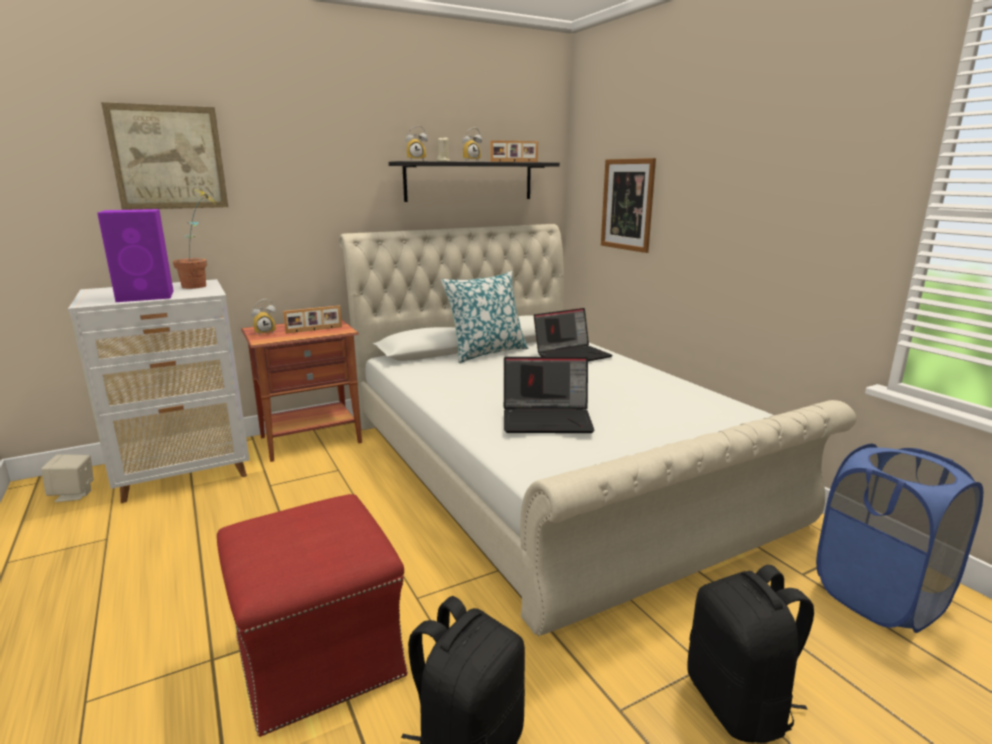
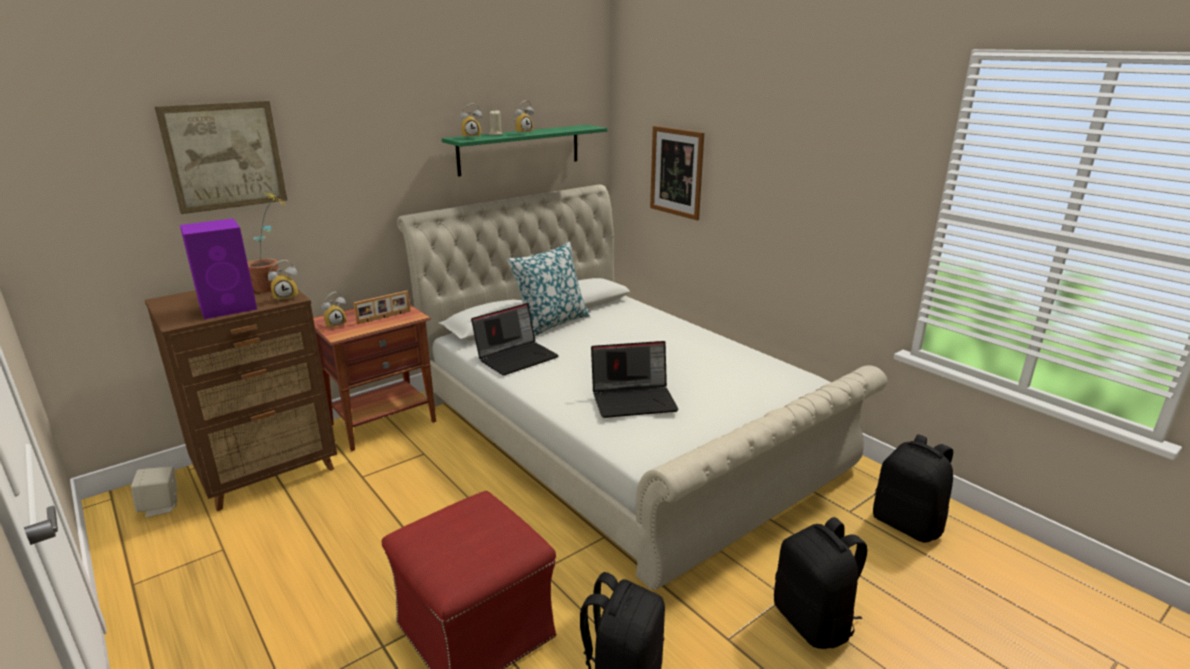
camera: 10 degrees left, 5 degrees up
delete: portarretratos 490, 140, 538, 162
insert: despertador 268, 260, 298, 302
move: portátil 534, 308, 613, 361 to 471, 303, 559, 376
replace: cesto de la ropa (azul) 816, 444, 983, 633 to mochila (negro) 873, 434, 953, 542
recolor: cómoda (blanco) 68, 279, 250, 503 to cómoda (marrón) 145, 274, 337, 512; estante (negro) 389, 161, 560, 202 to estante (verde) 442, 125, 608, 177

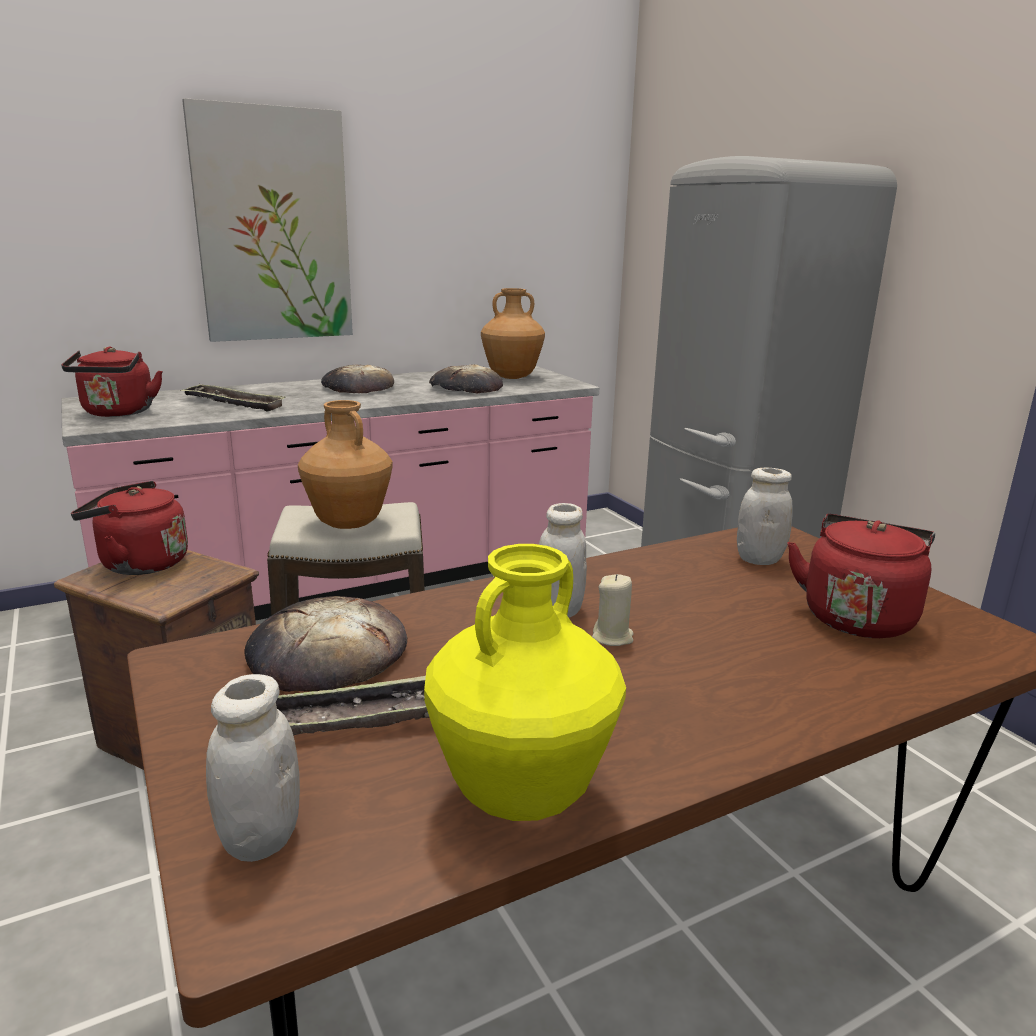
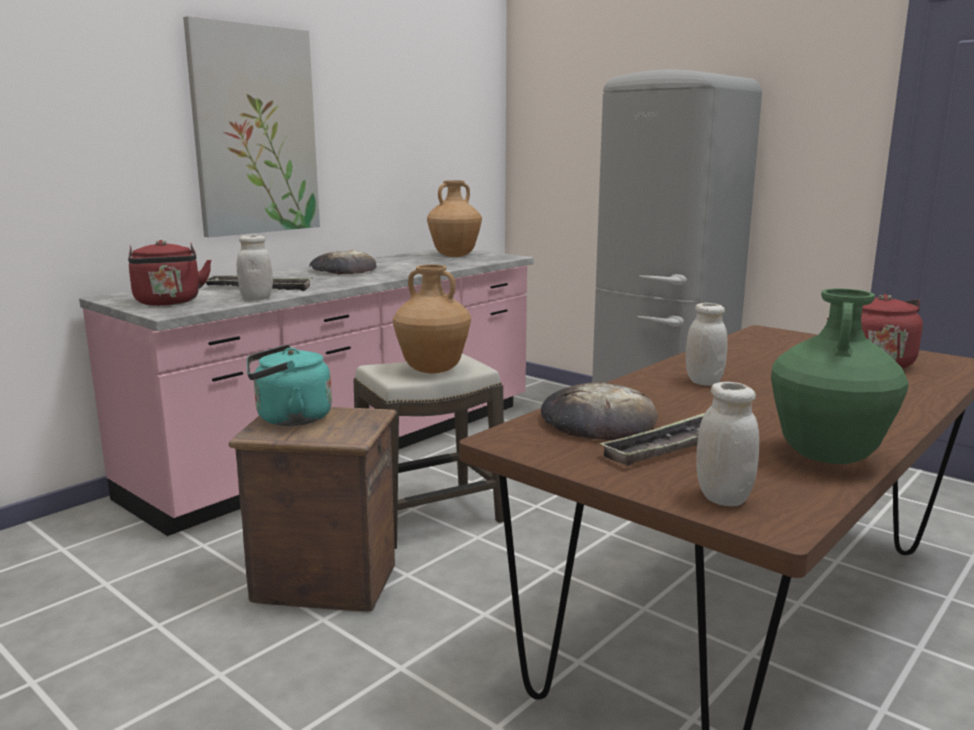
camera: 20 degrees left, 5 degrees down
delete: pan 429, 364, 503, 394; vela (beis) 592, 574, 634, 646
move: tarro (blanco) 737, 467, 793, 565 to 237, 235, 273, 300
recolor: hervidor (rojo) 71, 481, 188, 575 to hervidor (turquesa) 247, 345, 332, 426; florero (amarillo) 424, 544, 626, 821 to florero (verde) 771, 289, 909, 464

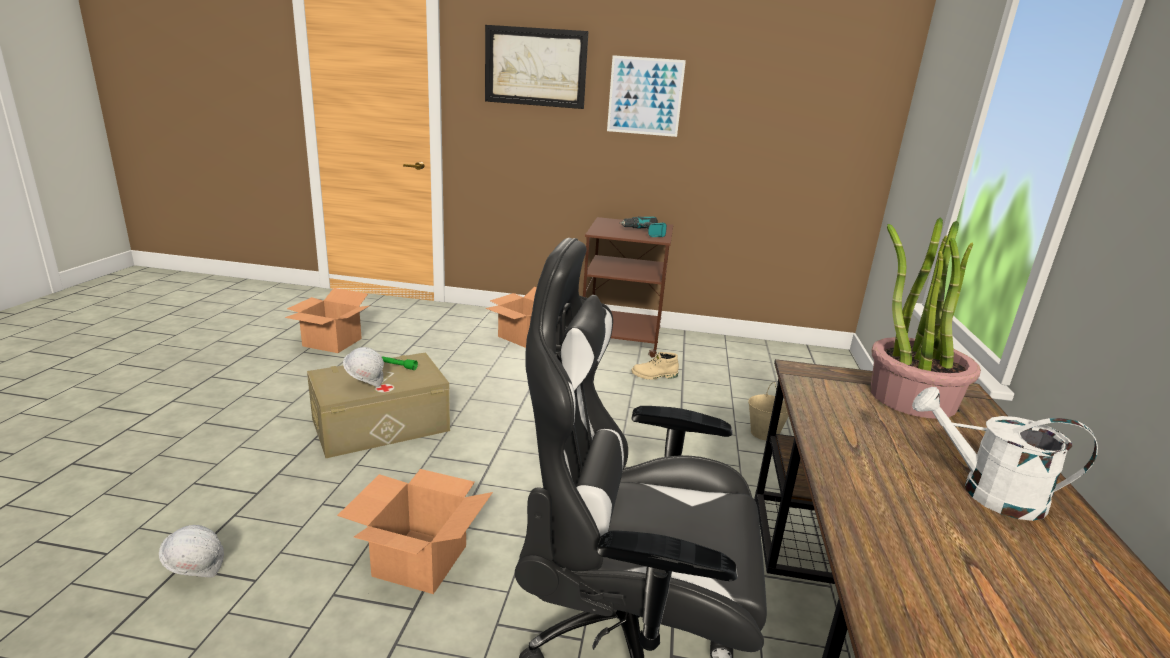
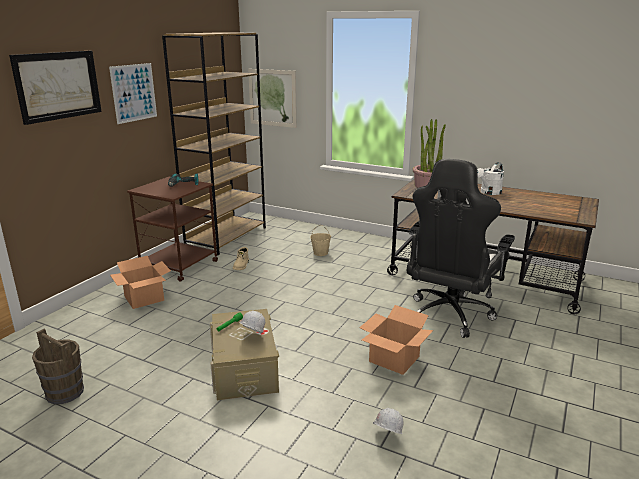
camera: 70 degrees left, 0 degrees up
insert: estantería (marrón) 162, 32, 266, 255; cuadro 248, 69, 297, 128
replace: caja de cartón 285, 288, 369, 353 to cubo (marrón) 32, 328, 84, 404

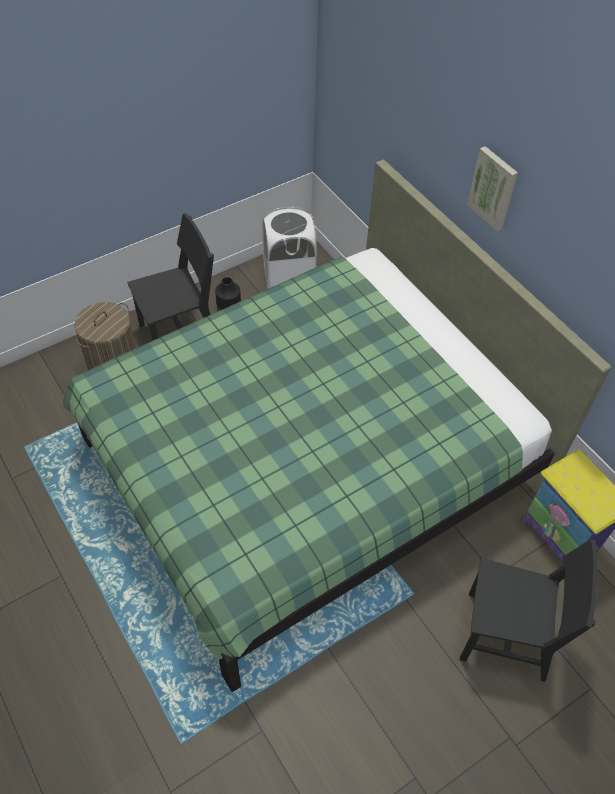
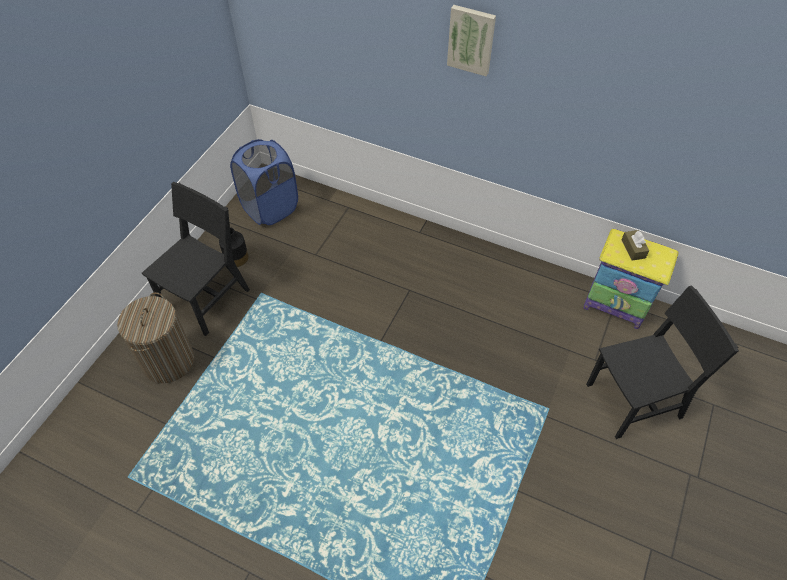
camera: 30 degrees left, 0 degrees up
delete: cama (verde) 62, 159, 611, 692
insert: caja de pañuelos (marrón) 622, 230, 649, 261
recolor: cesto de la ropa (blanco) 262, 207, 317, 289 to cesto de la ropa (azul) 230, 139, 298, 225

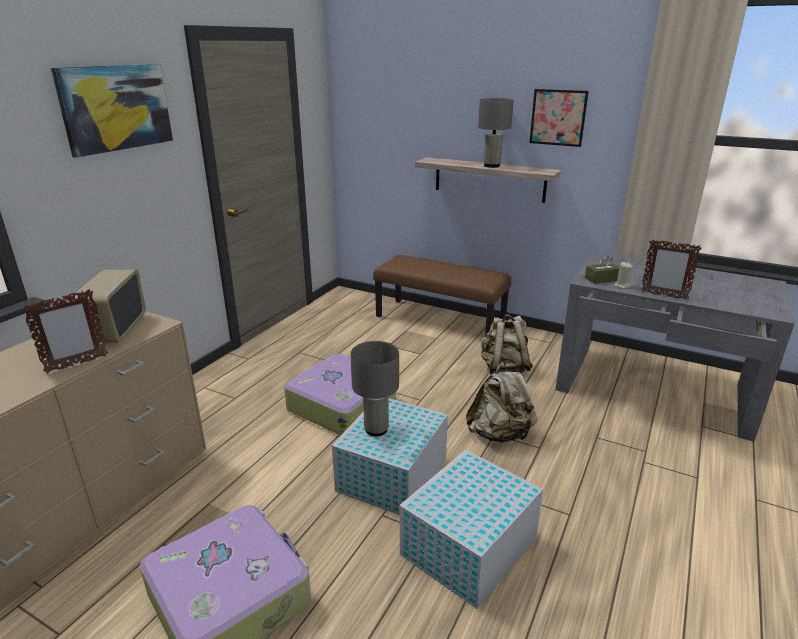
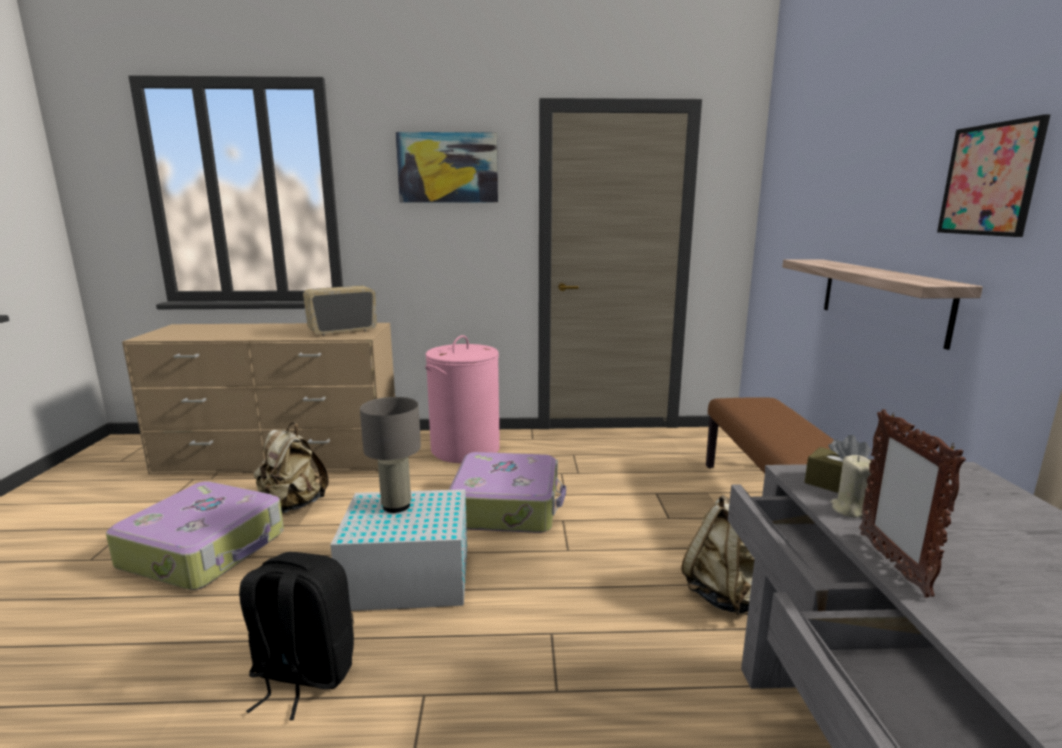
camera: 60 degrees right, 10 degrees down
delete: portarretratos 22, 289, 109, 373; lámpara de mesa (gris) 478, 98, 513, 168
insert: cesto de la ropa (rosa) 425, 335, 500, 463
move: mochila (beis) 466, 362, 537, 442 to 254, 423, 329, 513
replace: caja de almacenaje (blanco) 400, 450, 543, 609 to mochila (negro) 239, 552, 354, 720

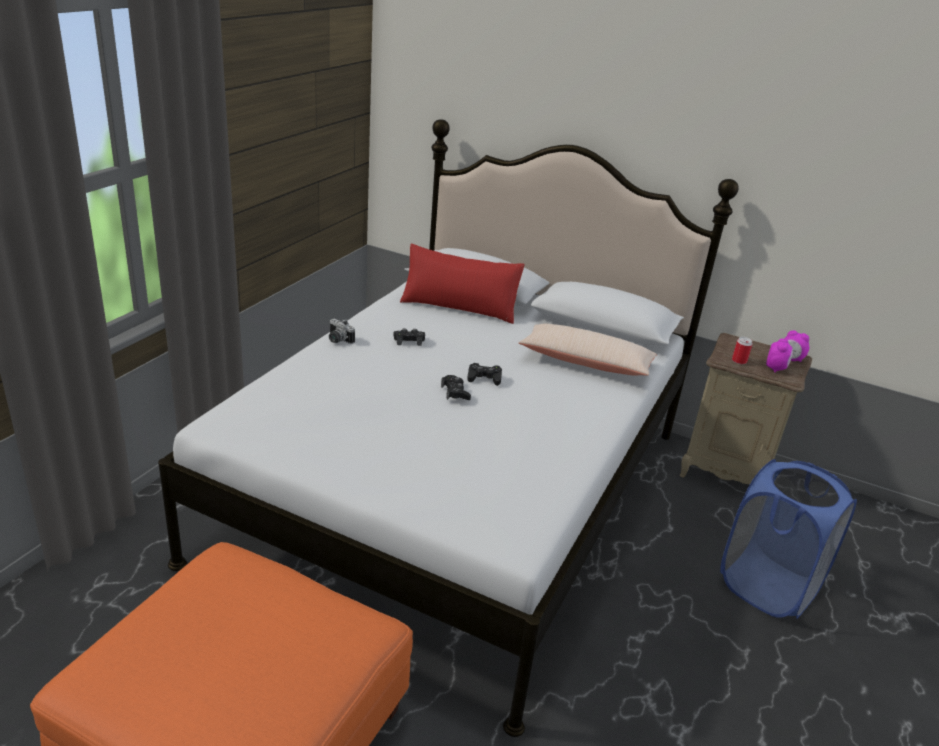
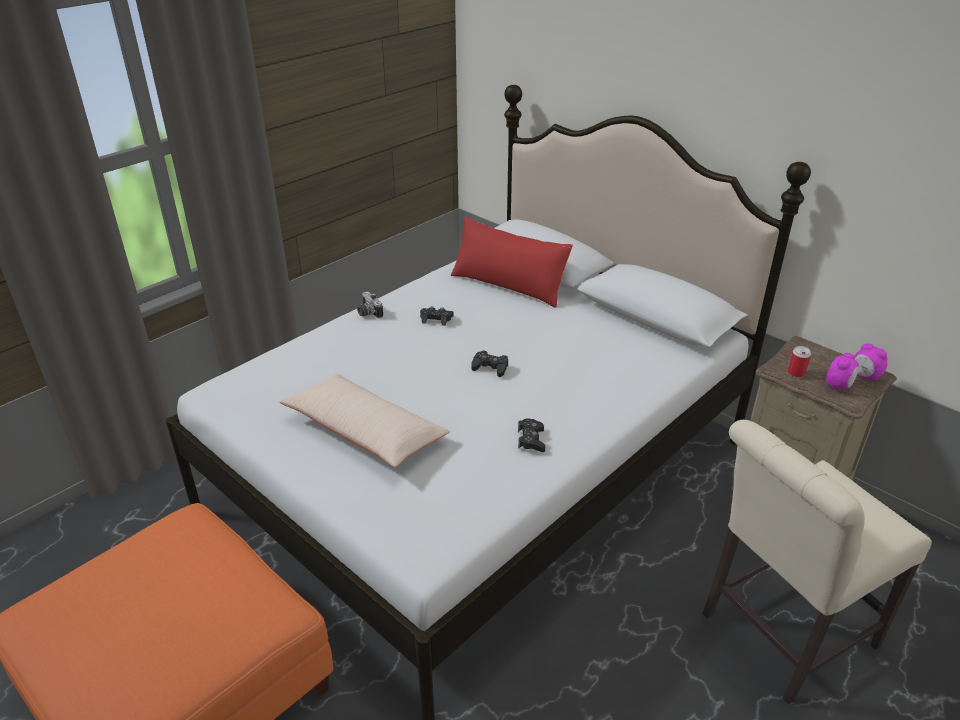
camera: 20 degrees right, 5 degrees up
move: mando de consola (negro) 441, 375, 471, 400 to 518, 418, 545, 452; cojín (beis) 518, 323, 657, 376 to 279, 374, 450, 467
replace: cesto de la ropa (azul) 720, 459, 857, 619 to silla (beis) 702, 420, 932, 704

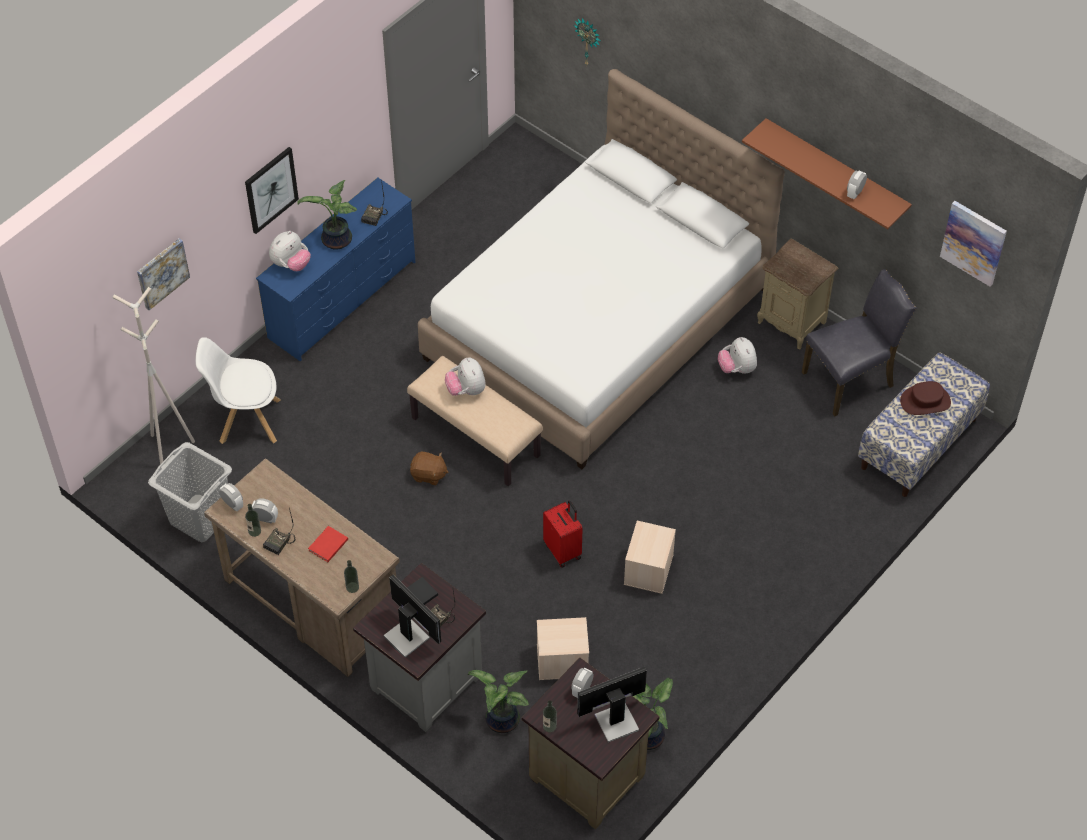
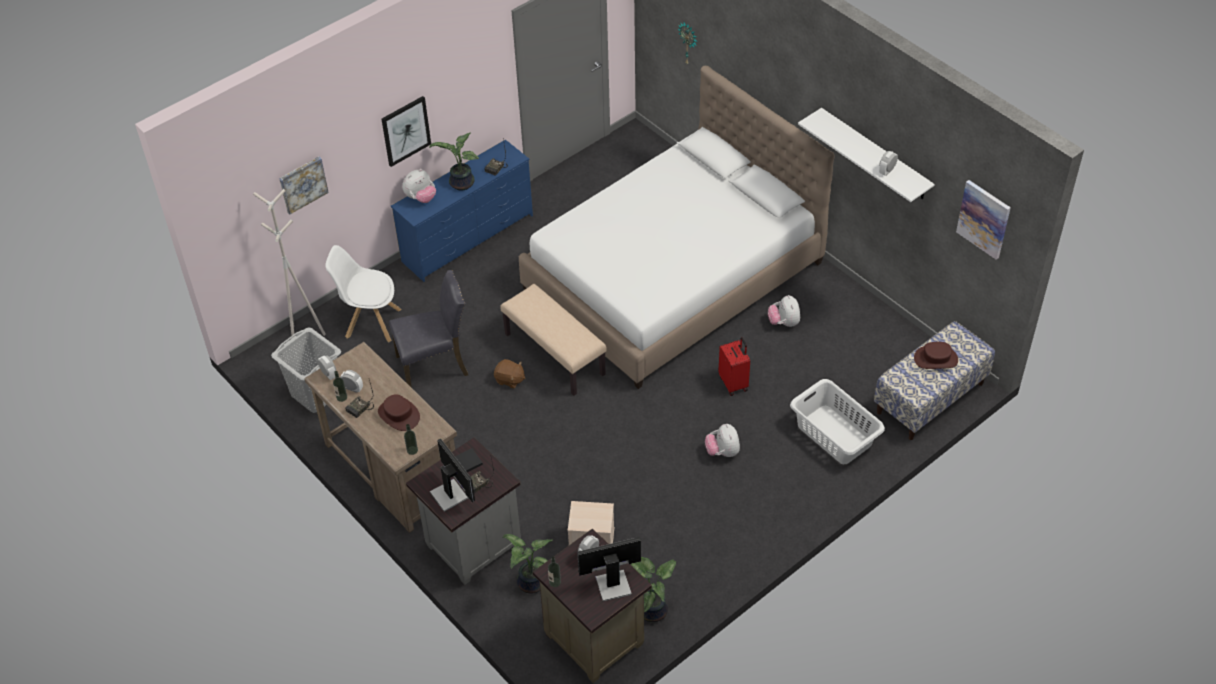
camera: 10 degrees right, 5 degrees down
delete: caja de almacenaje (beis) 624, 520, 676, 594; mesita de noche (beis) 757, 239, 838, 349
insert: cesto de la ropa (blanco) 790, 379, 885, 464
move: peluche 445, 358, 485, 396 to 705, 424, 740, 457; maleta (rojo) 543, 500, 583, 568 to 718, 337, 750, 396; silla (gris) 802, 269, 917, 416 to 389, 270, 468, 388
replace: libro (rojo) 308, 526, 348, 562 to sombrero (marrón) 378, 394, 420, 431
recolor: estante (marrón) 742, 118, 912, 229 to estante (blanco) 798, 108, 935, 202

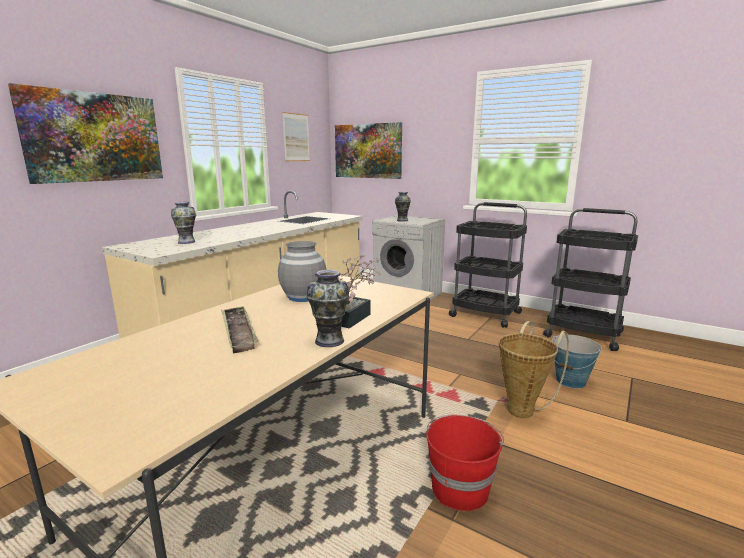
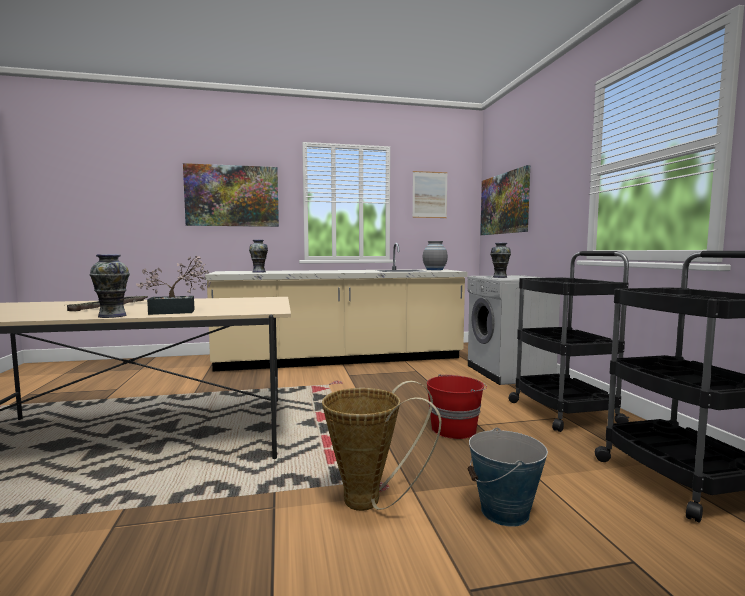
camera: 45 degrees right, 10 degrees down
move: florero (gris) 278, 241, 327, 302 to 423, 241, 448, 270; cubo (rojo) 426, 415, 504, 511 to 427, 374, 487, 439

